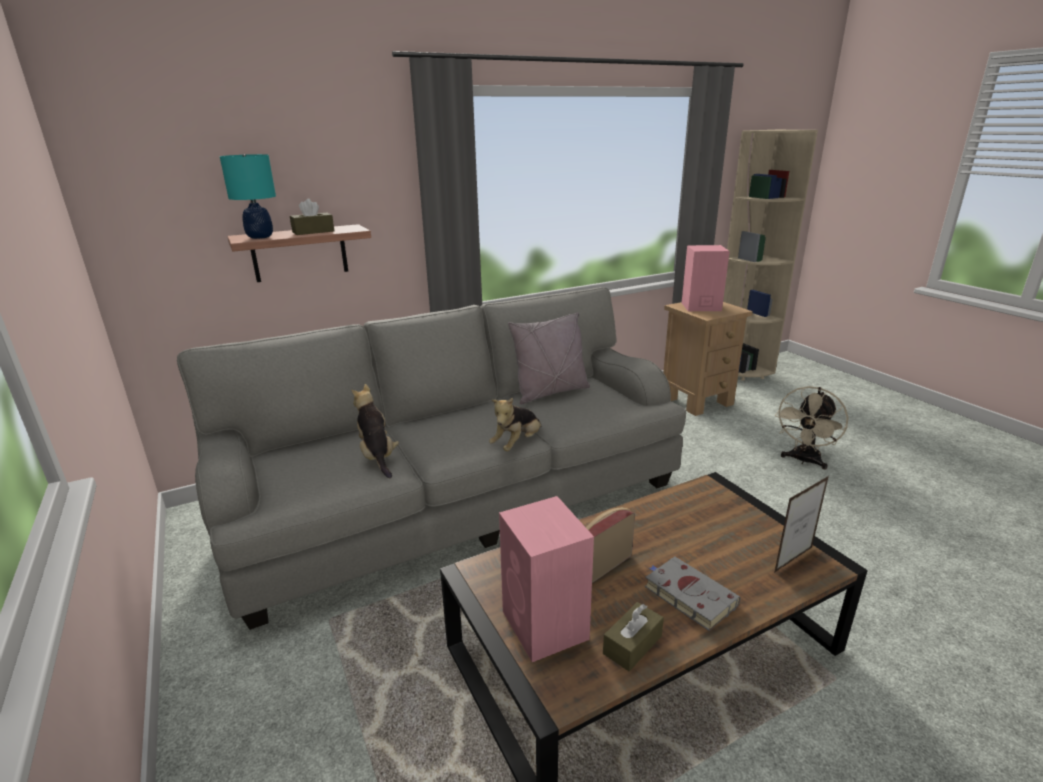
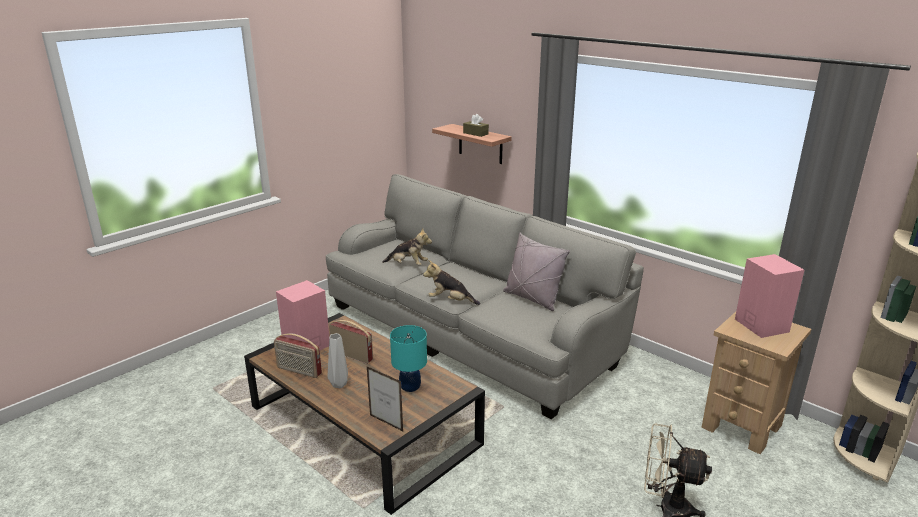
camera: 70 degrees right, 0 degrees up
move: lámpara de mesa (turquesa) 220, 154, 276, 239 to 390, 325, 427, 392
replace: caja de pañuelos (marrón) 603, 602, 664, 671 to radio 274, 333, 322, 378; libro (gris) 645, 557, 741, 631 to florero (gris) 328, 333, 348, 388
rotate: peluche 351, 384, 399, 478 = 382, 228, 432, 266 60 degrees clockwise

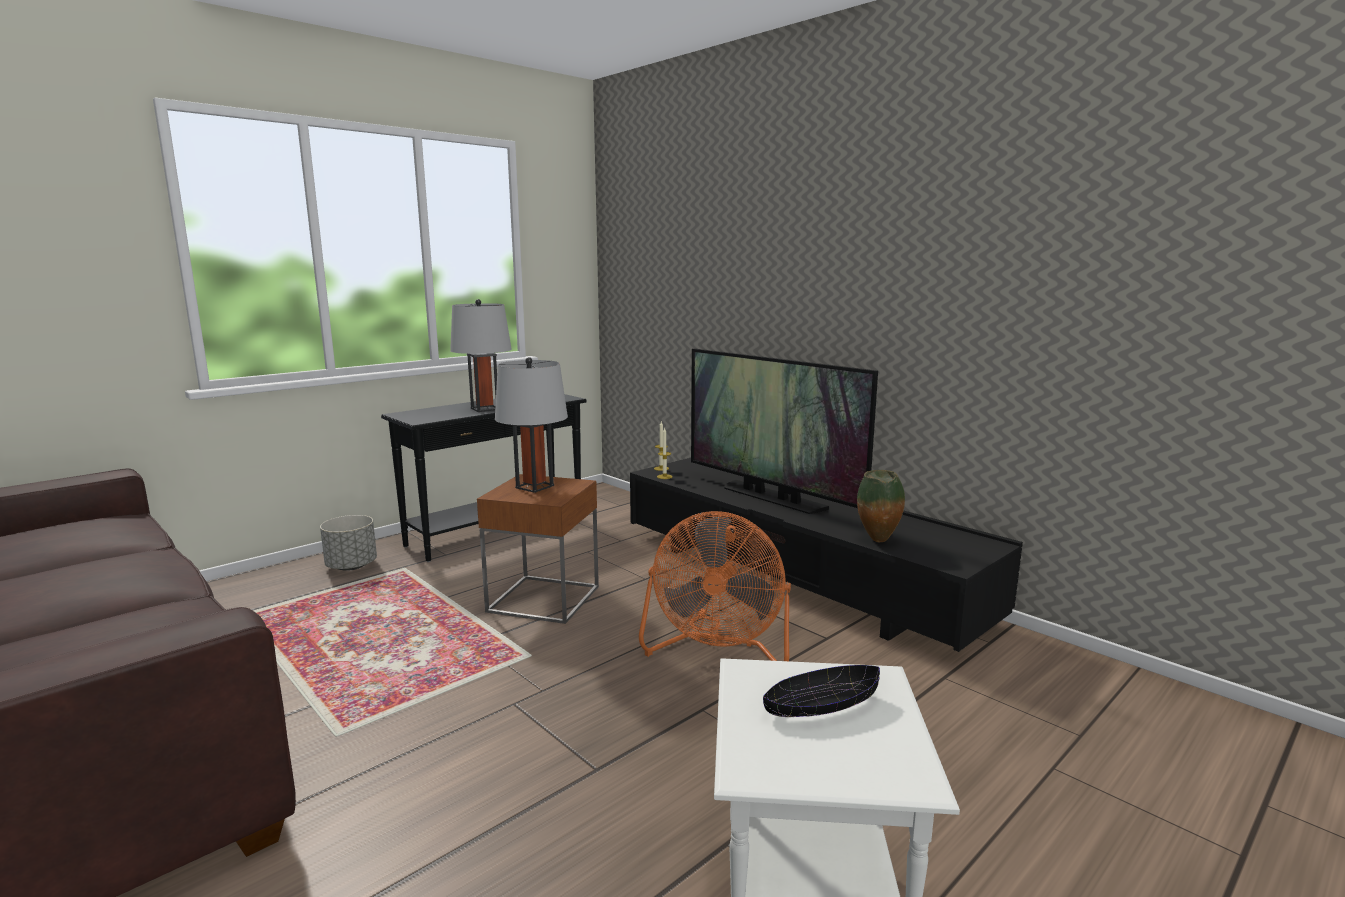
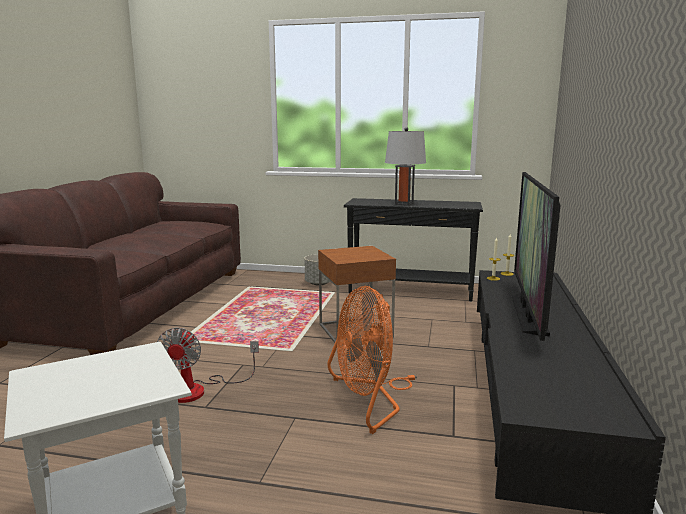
camera: 55 degrees right, 0 degrees up
delete: lámpara de mesa (gris) 495, 357, 568, 493; cuenco (negro) 763, 665, 880, 717; florero 857, 470, 905, 542
insert: ventilador 157, 328, 259, 403

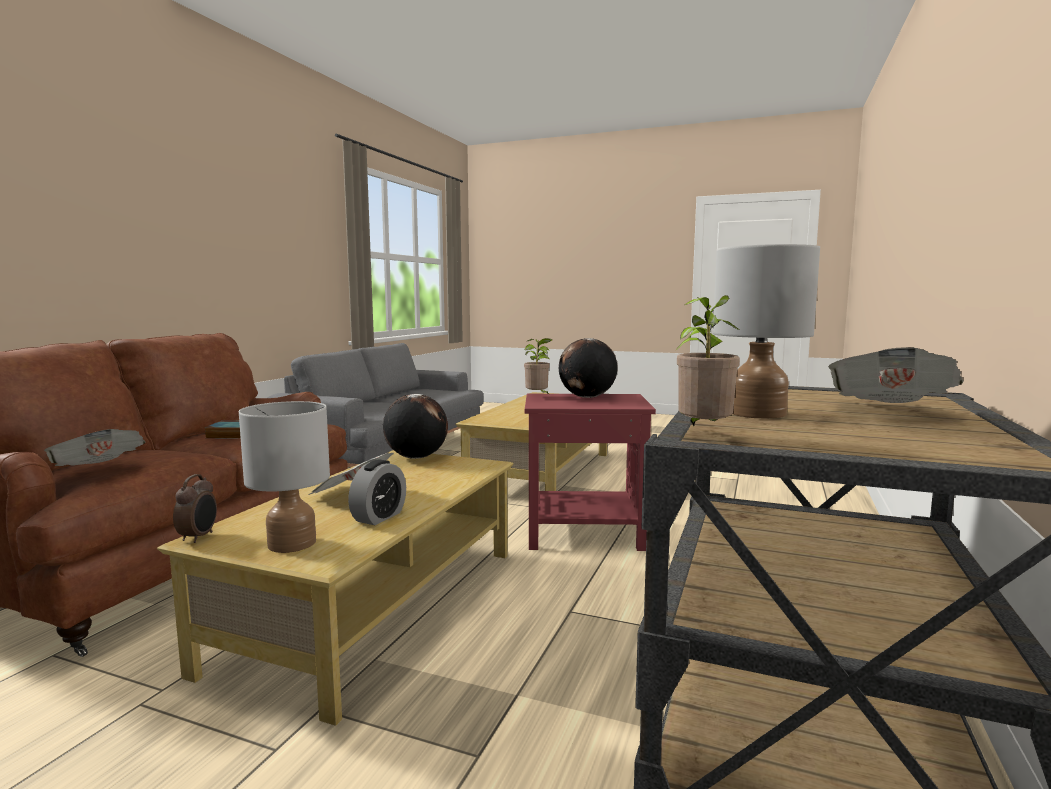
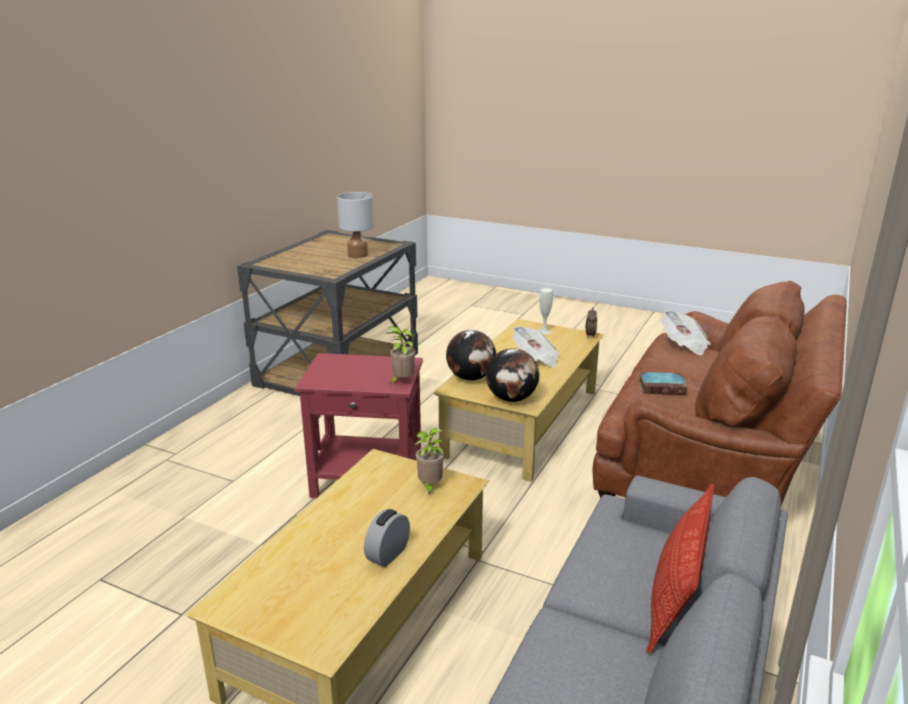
camera: 175 degrees left, 15 degrees up
delete: periódico 828, 347, 963, 403
insert: cojín 646, 484, 714, 654
move: despertador 348, 460, 406, 525 to 364, 509, 410, 567; globo terráqueo 559, 338, 617, 398 to 446, 330, 496, 381; planta en maceta 675, 295, 740, 426 to 414, 428, 445, 496
replace: lámpara de mesa (gris) 239, 401, 330, 553 to florero (blanco) 538, 288, 553, 335

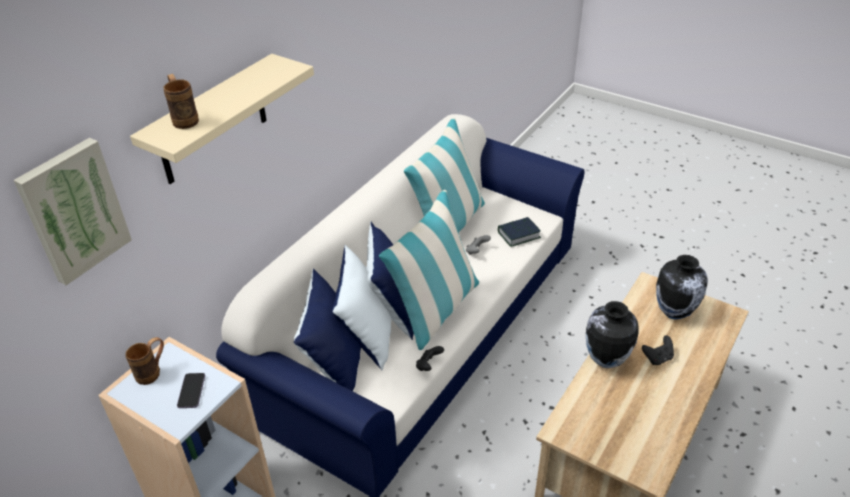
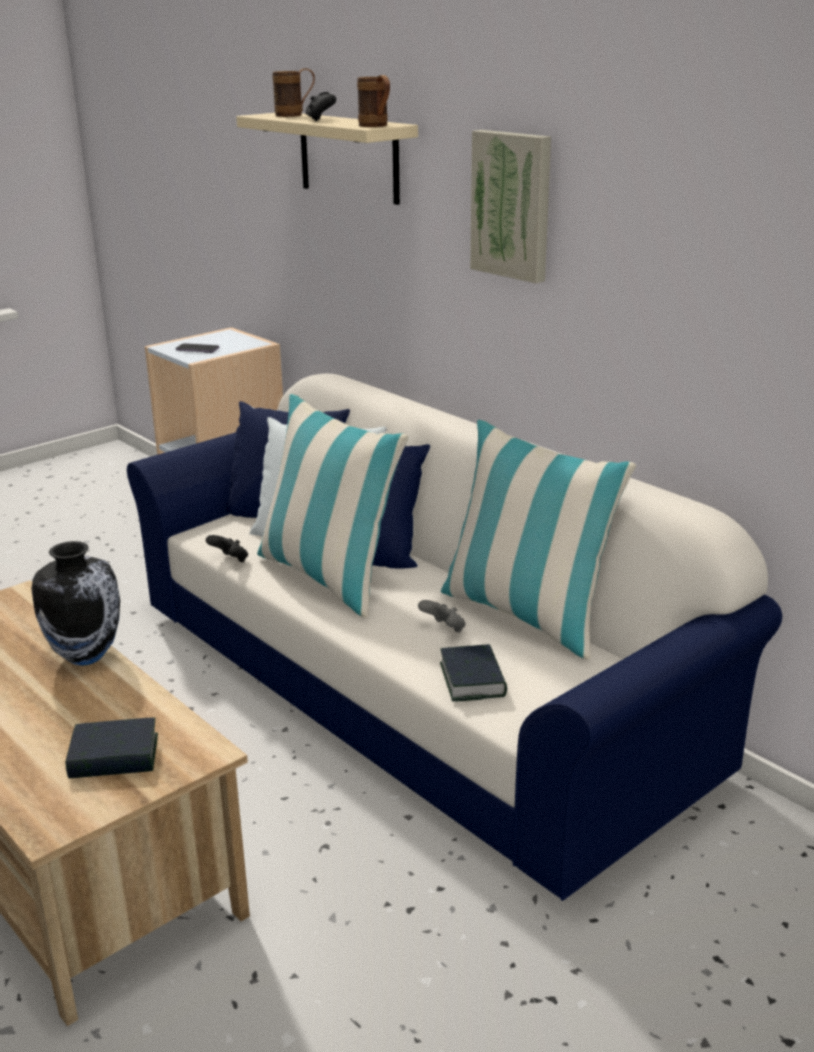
camera: 105 degrees right, 15 degrees down
move: cuadro 13, 138, 132, 285 to 470, 130, 551, 283; taza grande (marrón) 125, 337, 164, 385 to 357, 75, 390, 127; mando de consola (negro) 642, 335, 674, 365 to 306, 92, 336, 121
replace: florero 656, 255, 708, 320 to libro 65, 717, 158, 779

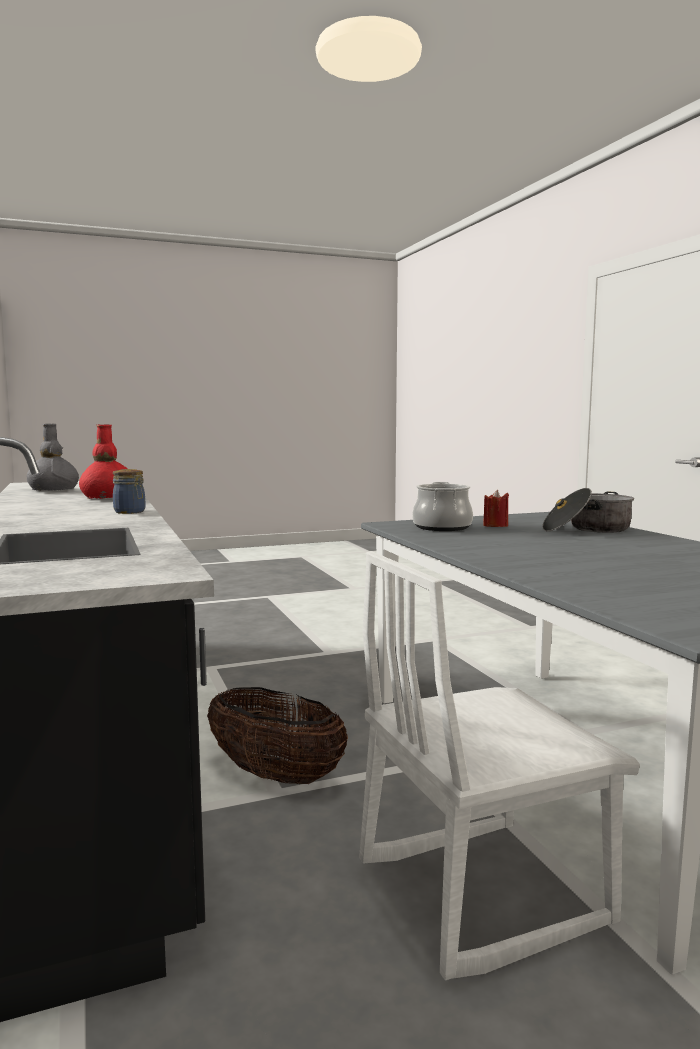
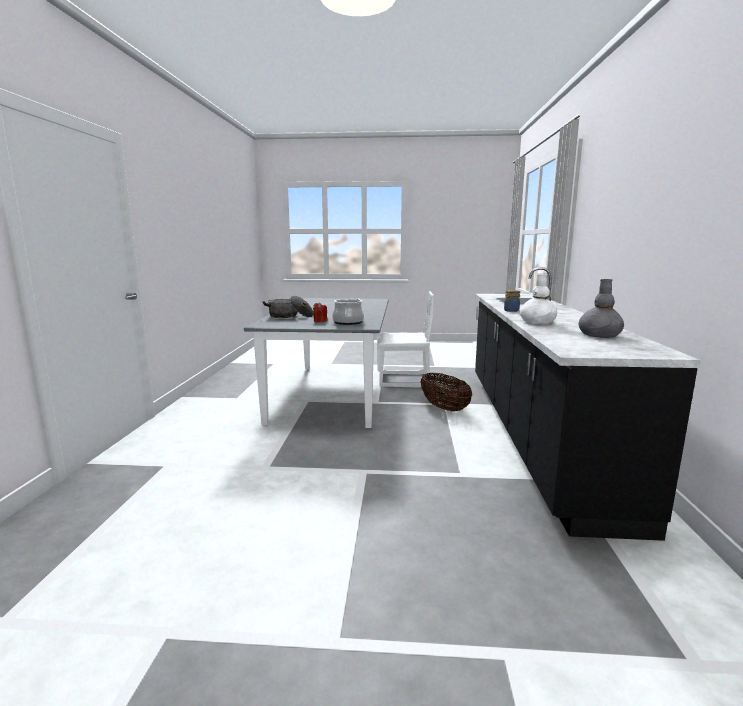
camera: 155 degrees left, 5 degrees up
recolor: florero (rojo) 79, 424, 128, 499 to florero (blanco) 520, 274, 557, 324

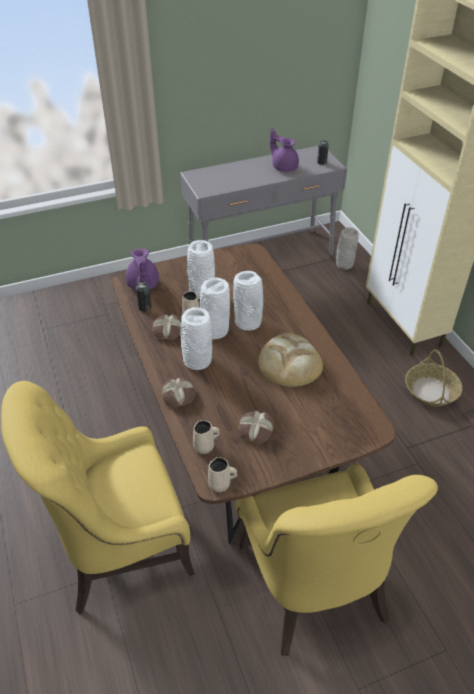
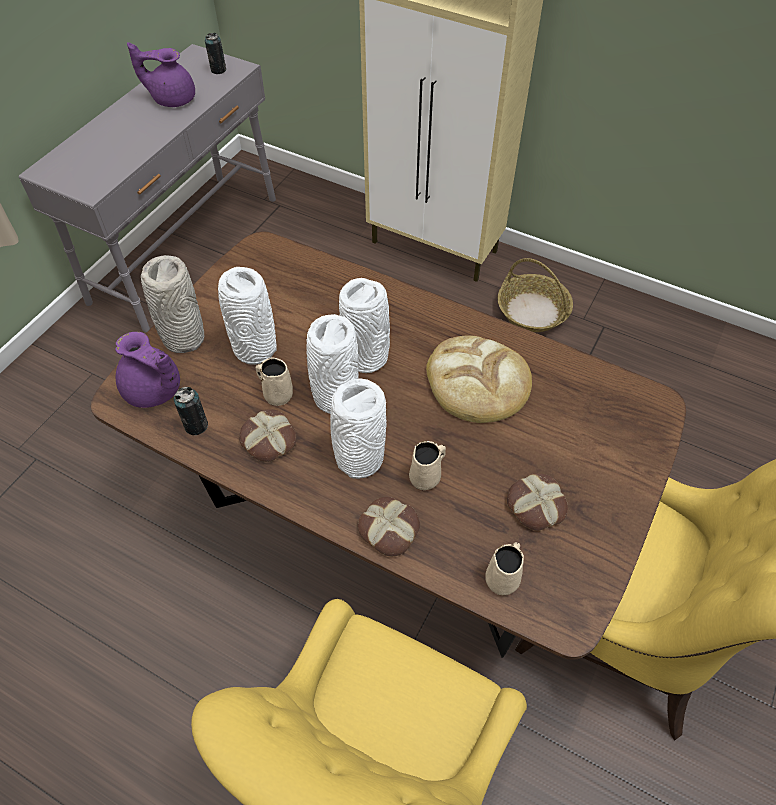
camera: 40 degrees left, 10 degrees up
move: taza grande (beis) 208, 457, 237, 492 to 409, 441, 446, 490; florero (gris) 336, 227, 359, 270 to 141, 255, 204, 353

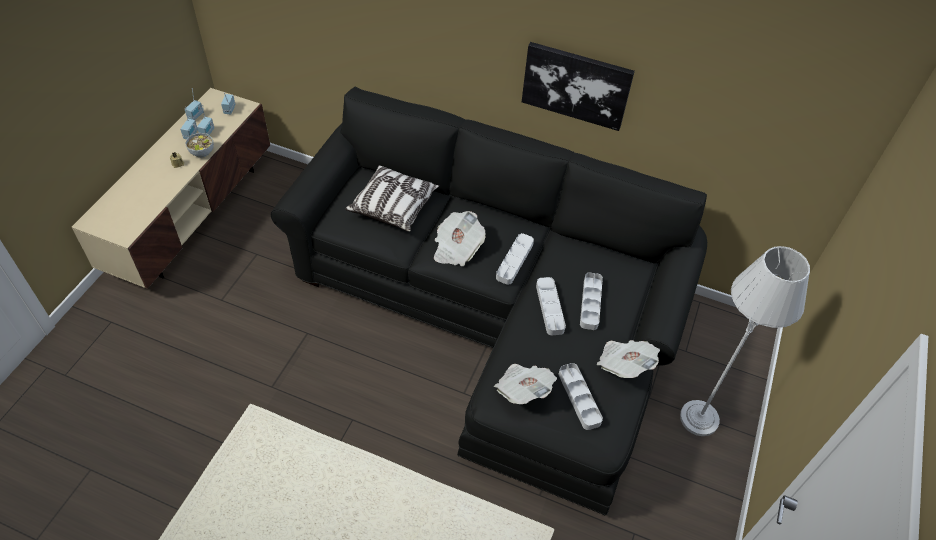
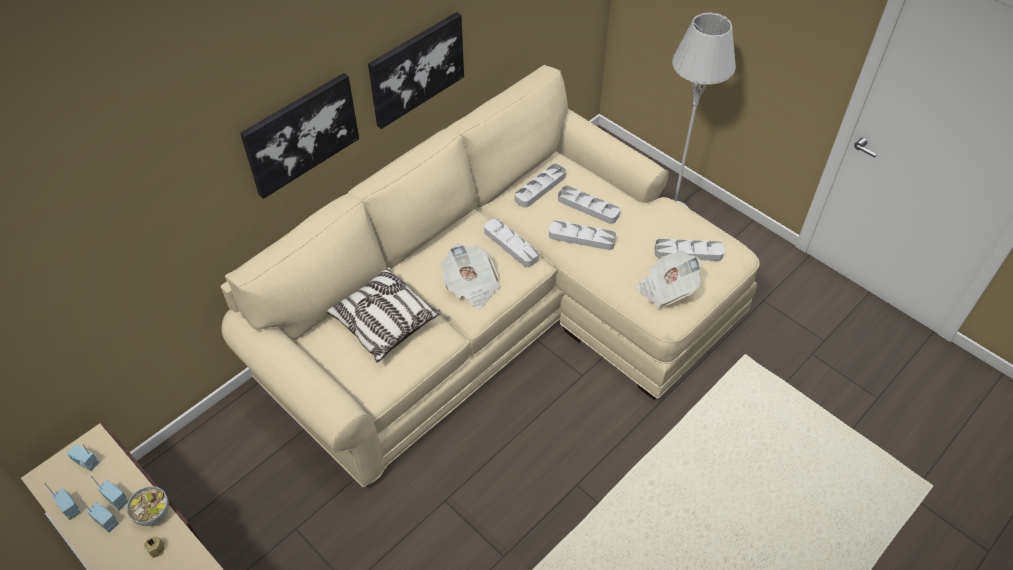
camera: 65 degrees left, 0 degrees up
delete: periódico 596, 340, 660, 378
insert: cuadro 240, 73, 359, 199; bandeja (gris) 515, 163, 566, 208
recolor: sofá (negro) 271, 87, 707, 515 to sofá (beis) 220, 65, 760, 487

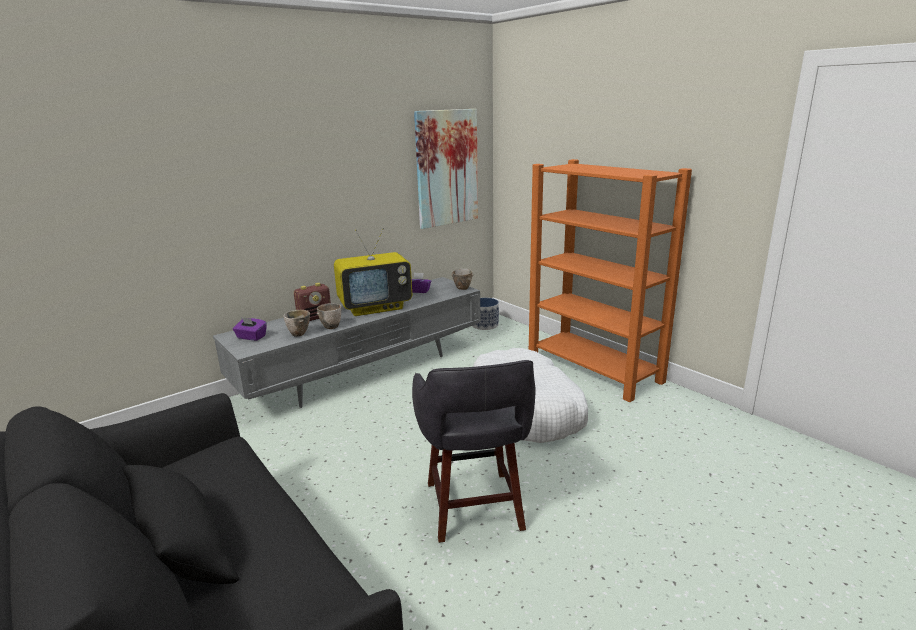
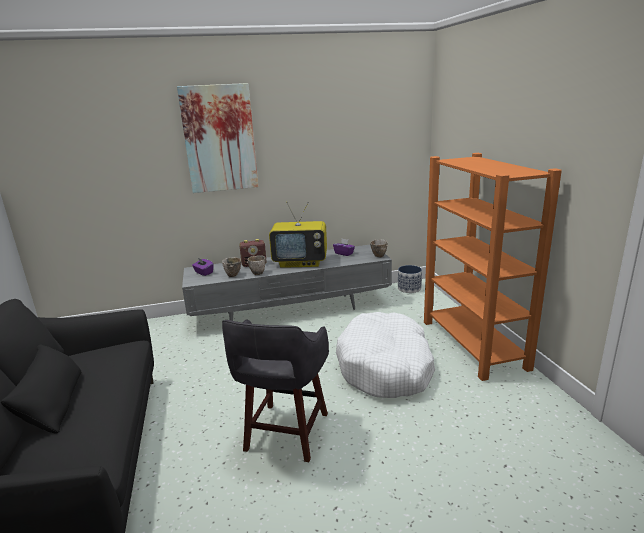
camera: 25 degrees right, 0 degrees up
move: cuadro 414, 109, 478, 229 to 177, 83, 258, 193

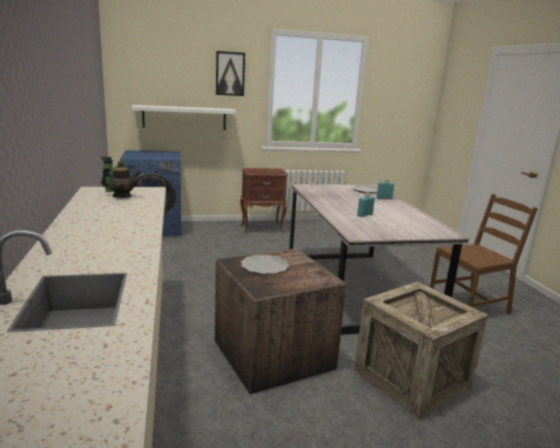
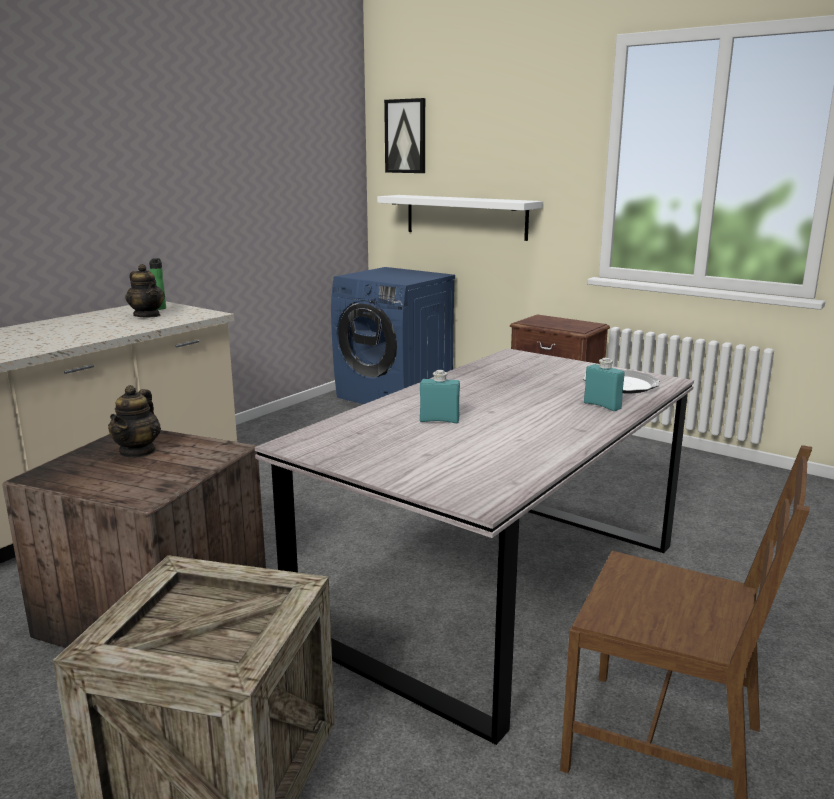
camera: 50 degrees right, 0 degrees up
move: cuadro 216, 51, 245, 96 to 384, 98, 425, 173
replace: plato 241, 255, 289, 275 to tetera 108, 385, 161, 458

